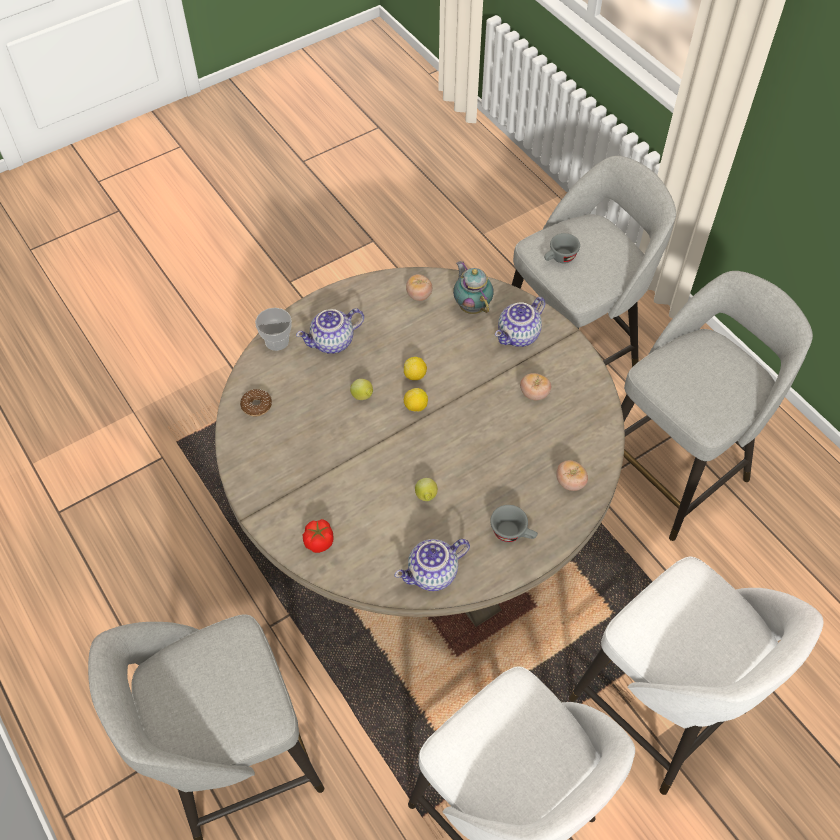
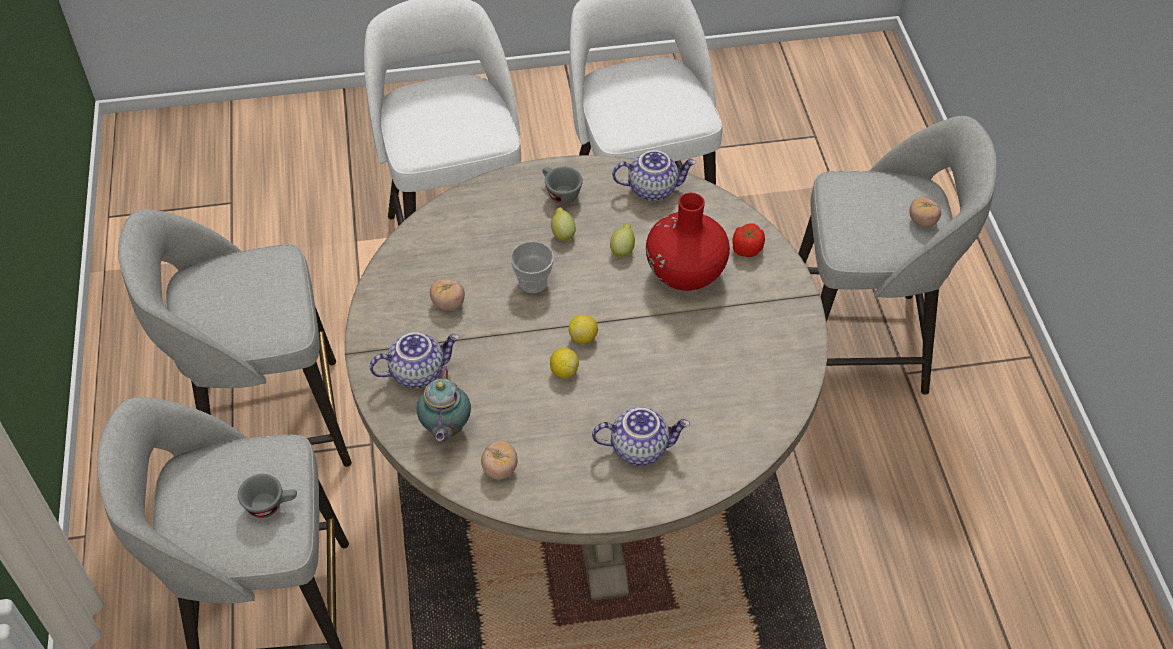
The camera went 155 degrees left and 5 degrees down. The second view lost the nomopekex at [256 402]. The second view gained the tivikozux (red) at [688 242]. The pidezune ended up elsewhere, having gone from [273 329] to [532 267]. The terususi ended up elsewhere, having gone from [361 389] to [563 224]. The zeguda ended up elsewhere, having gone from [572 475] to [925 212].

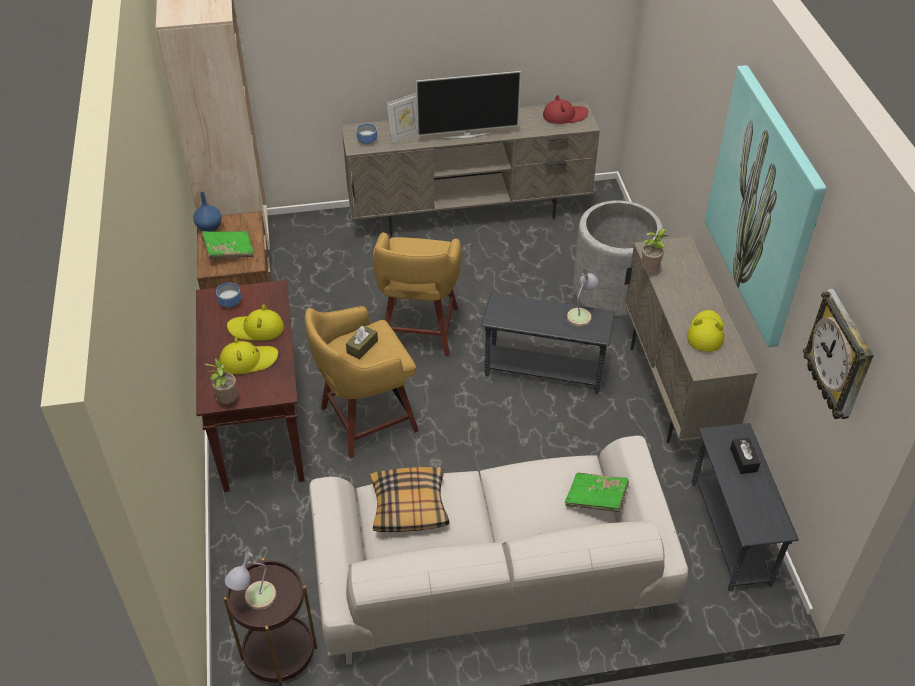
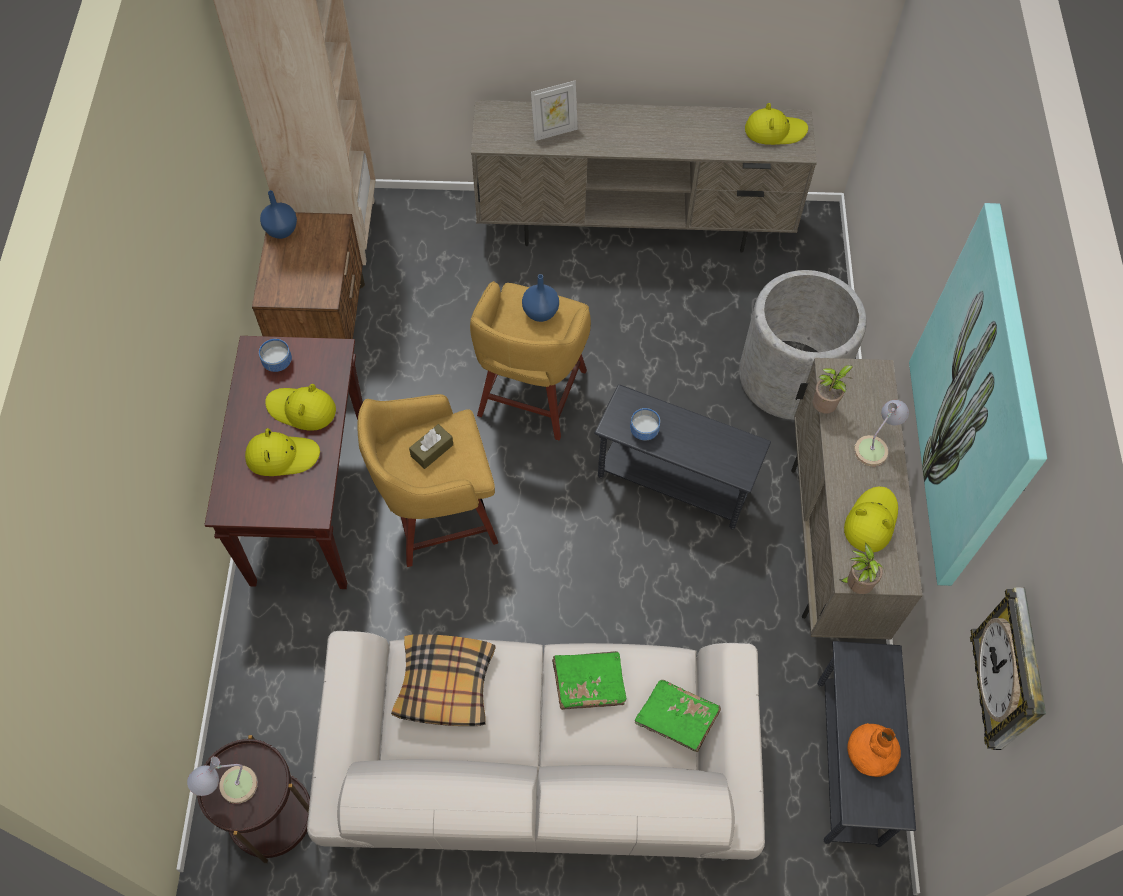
The camera went 10 degrees right and 15 degrees up. The second view lost the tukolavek at [468 105]. The second view lost the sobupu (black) at [745 456]. The second view gained the tivikozux (blue) at [540 298]. The second view gained the tivikozux (orange) at [874 750]. The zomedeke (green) ended up elsewhere, having gone from [227 245] to [589 680]. The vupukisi ended up elsewhere, having gone from [221 380] to [862 568]. The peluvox ended up elsewhere, having gone from [367 134] to [645 424]. The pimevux ended up elsewhere, having gone from [582 298] to [881 433]. What was the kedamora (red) at [565 109] turned into the kedamora (yellow) at [776 124].

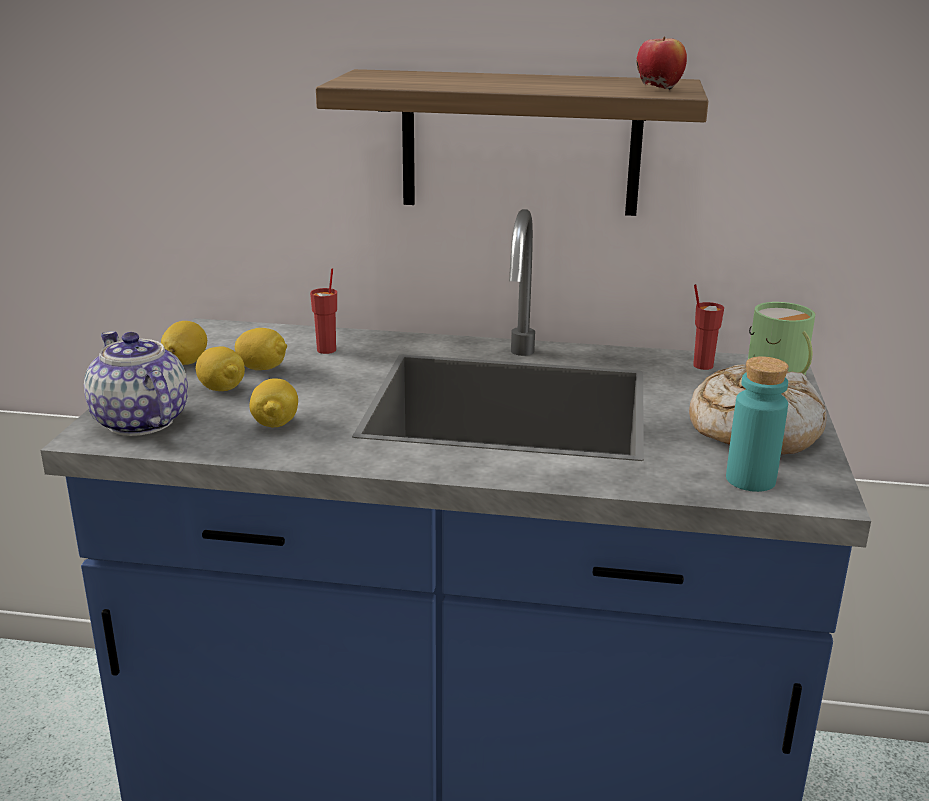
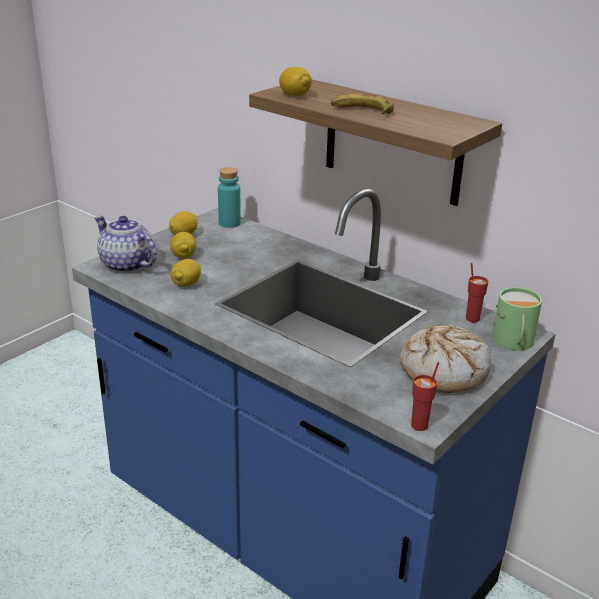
The camera went 30 degrees right and 5 degrees up. The second view lost the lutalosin at [662 63]. The second view gained the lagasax at [362 104]. The terususi ended up elsewhere, having gone from [261 349] to [295 81]. The pidezune (red) ended up elsewhere, having gone from [323 311] to [425 396]. The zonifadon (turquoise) ended up elsewhere, having gone from [757 424] to [229 197]. The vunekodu at [136 383] ended up facing another way, 45 degrees counterclockwise from before.

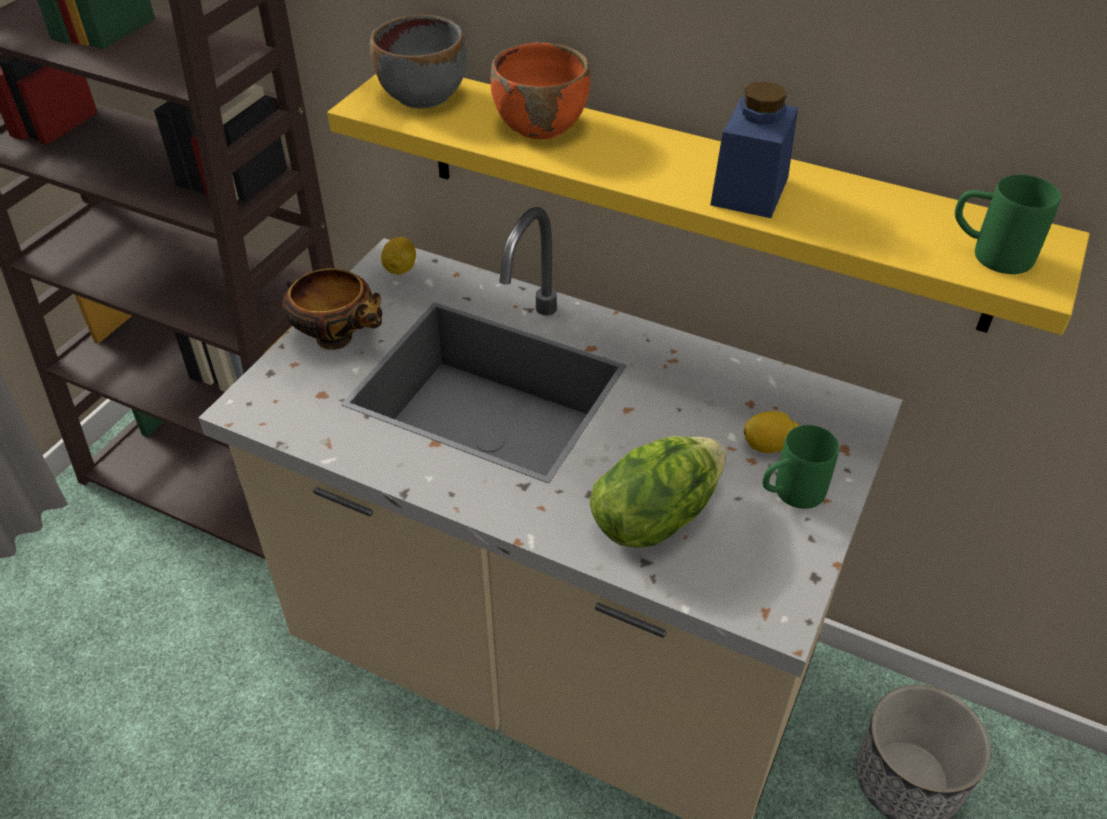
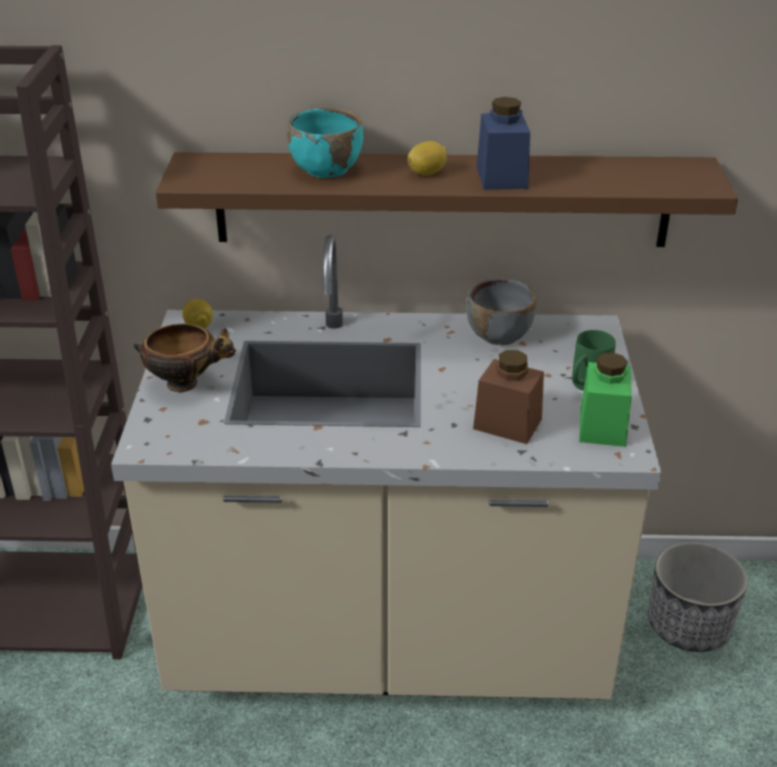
The camera went 25 degrees left and 10 degrees down. The second view lost the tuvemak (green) at [1008 224]. The second view gained the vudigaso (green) at [605 399]. The peluvox (grey) ended up elsewhere, having gone from [418 62] to [501 311]. The terususi ended up elsewhere, having gone from [771 432] to [427 158]. Where the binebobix stood at [658 492], the vudigaso (brown) came to stand at [508 397]. What was the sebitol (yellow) at [708 204] turned into the sebitol (brown) at [447 199]. What was the peluvox (orange) at [540 90] turned into the peluvox (turquoise) at [325 143].

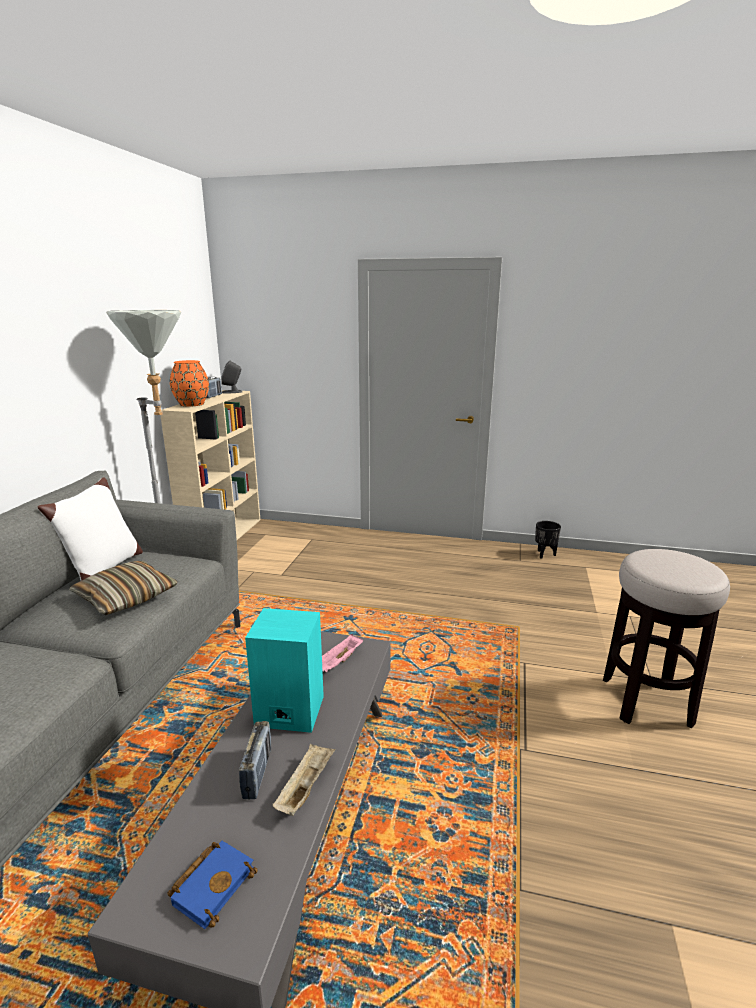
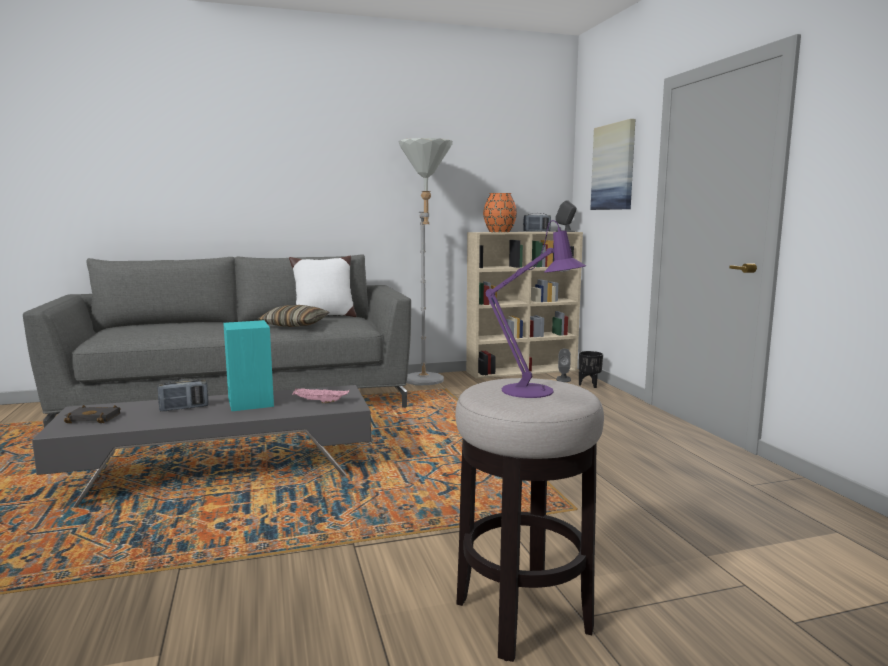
The camera went 60 degrees right and 10 degrees down. The second view lost the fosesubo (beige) at [304 780]. The second view gained the pimevux (purple) at [536 309]. The second view gained the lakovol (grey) at [563 365]. The second view gained the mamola at [613 164]. The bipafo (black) ended up elsewhere, having gone from [548 540] to [591 369]. What was the zomedeke (blue) at [213 885] turned into the zomedeke (black) at [92 414].

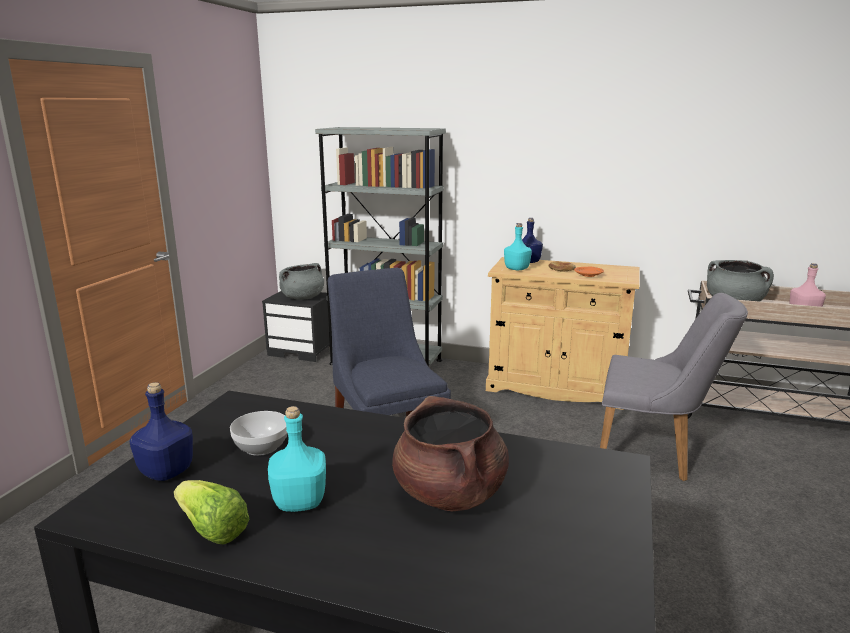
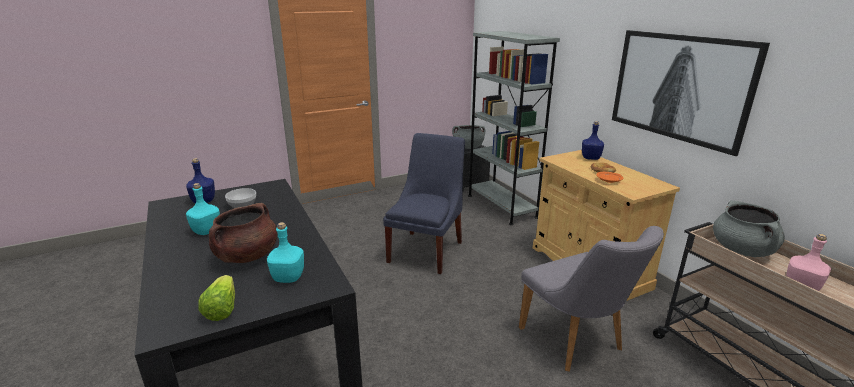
The camera went 45 degrees right and 5 degrees up. The second view gained the mamola at [691 93]. The binebobix ended up elsewhere, having gone from [211 512] to [216 298]. The zonifadon (turquoise) ended up elsewhere, having gone from [518 246] to [285 252].

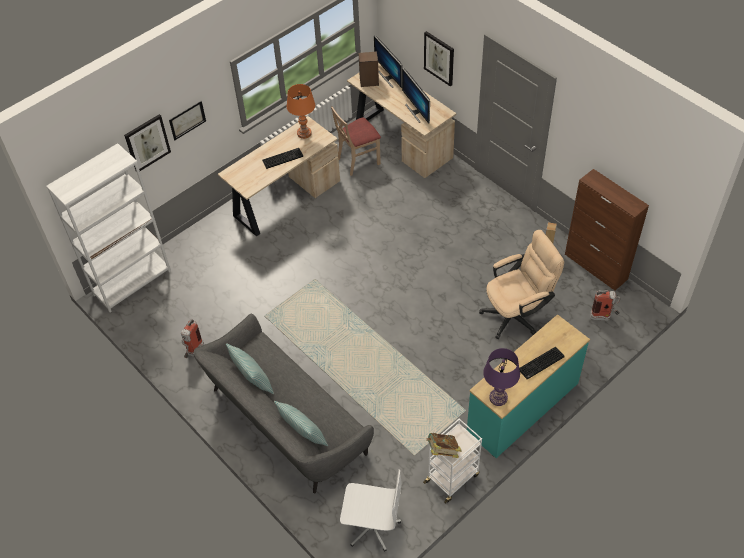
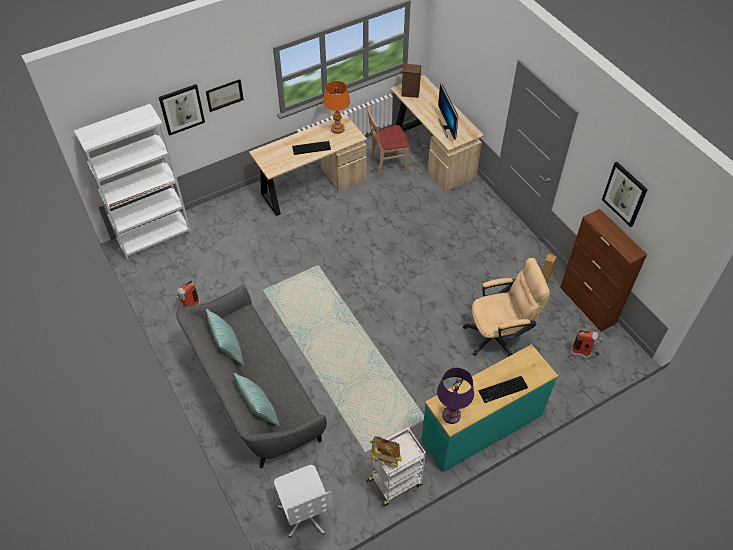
The camera went 10 degrees right and 0 degrees up. The second view lost the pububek at [388 61]. The mamola ended up elsewhere, having gone from [439 59] to [625 194]. The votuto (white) at [371 510] ended up facing another way, 45 degrees clockwise from before.

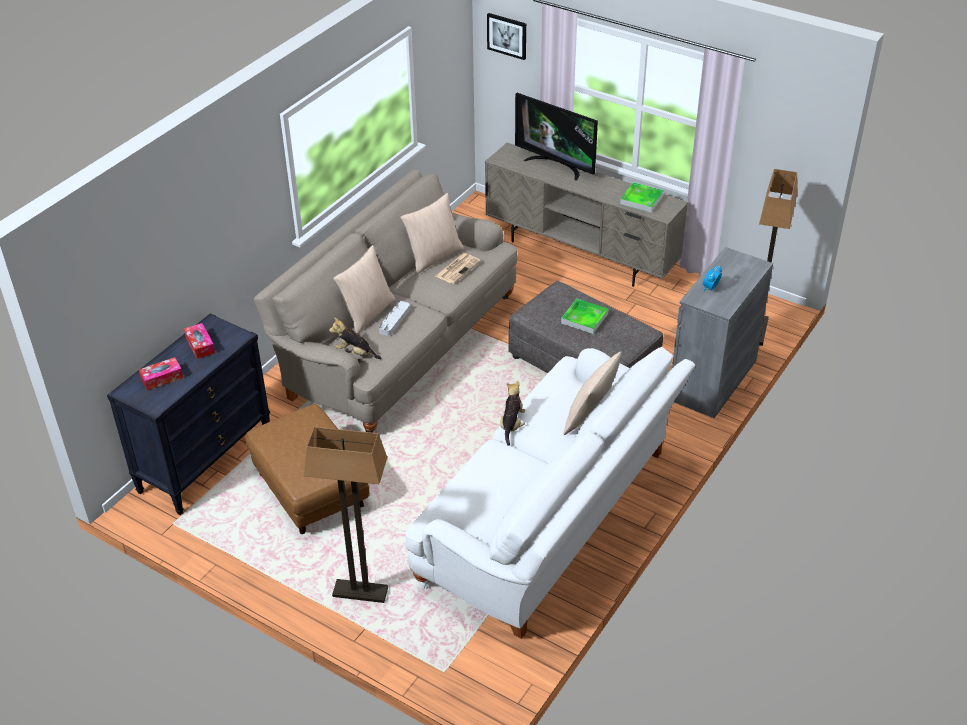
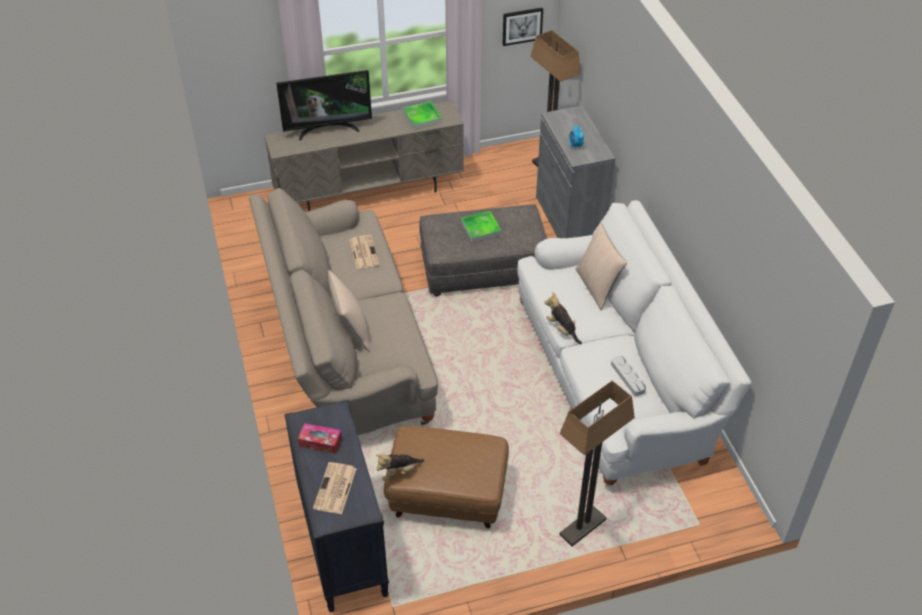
The camera went 50 degrees left and 5 degrees up. The second view lost the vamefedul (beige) at [432 233]. The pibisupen ended up elsewhere, having gone from [355 338] to [400 467]. The fosesubo (grey) ended up elsewhere, having gone from [394 318] to [628 375]. The mamola ended up elsewhere, having gone from [506 36] to [522 27]. Where the sobupu stood at [161 374], the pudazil came to stand at [334 488].

